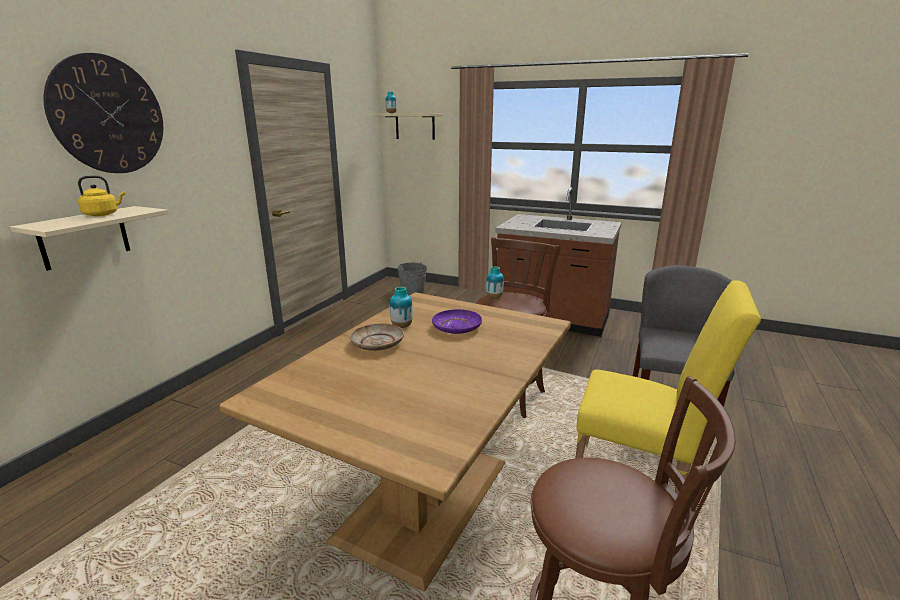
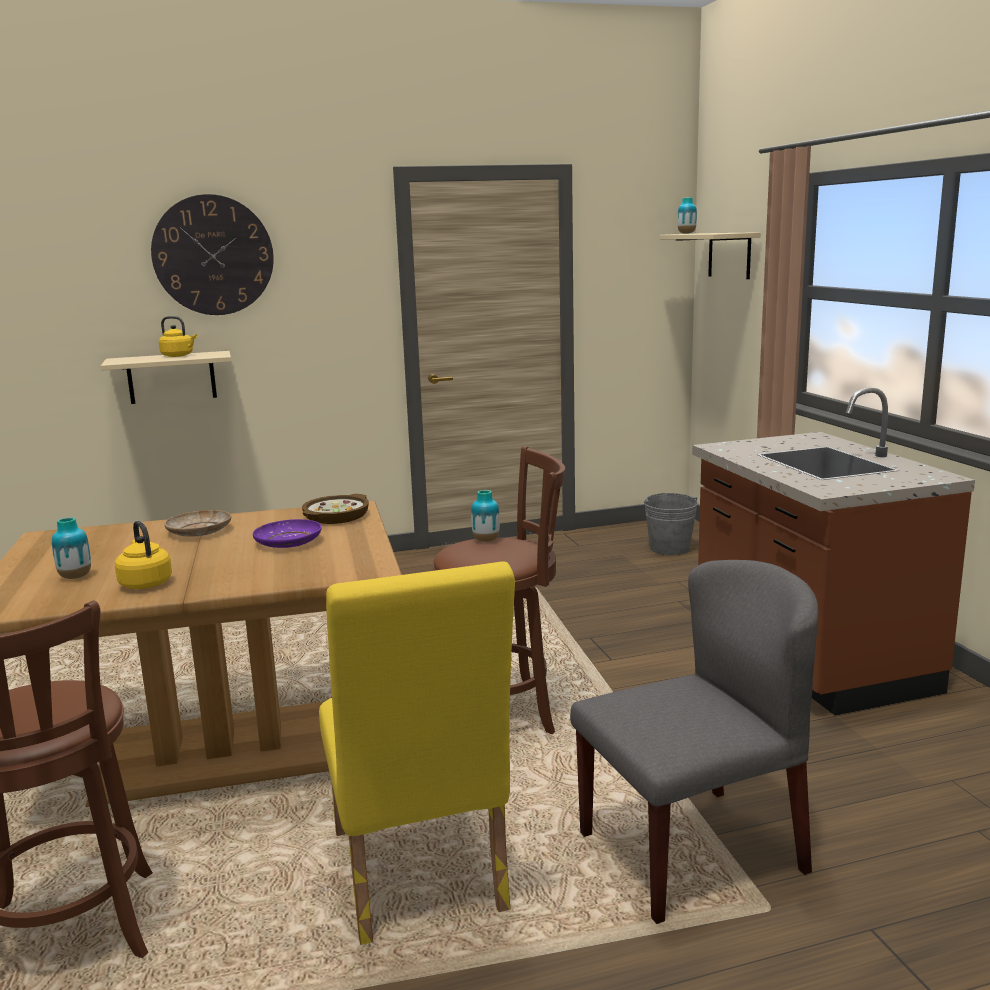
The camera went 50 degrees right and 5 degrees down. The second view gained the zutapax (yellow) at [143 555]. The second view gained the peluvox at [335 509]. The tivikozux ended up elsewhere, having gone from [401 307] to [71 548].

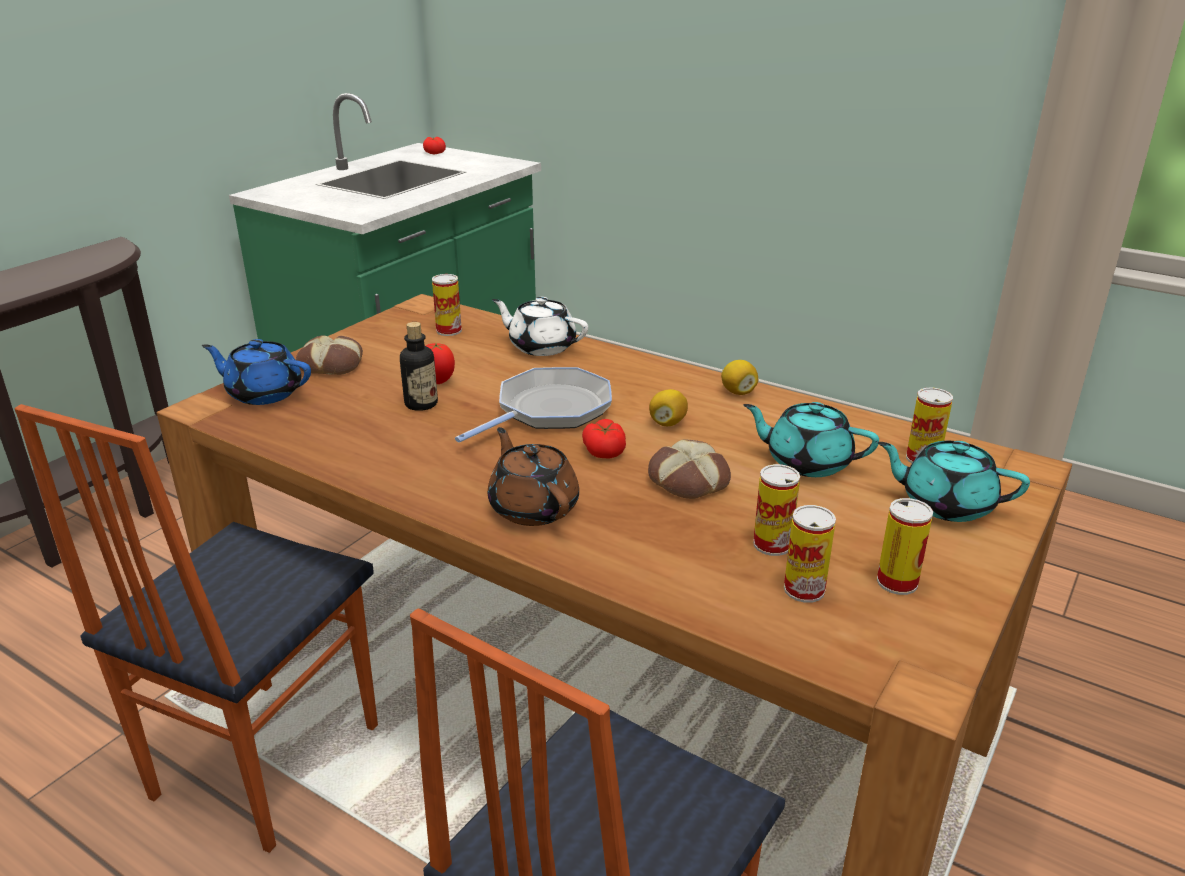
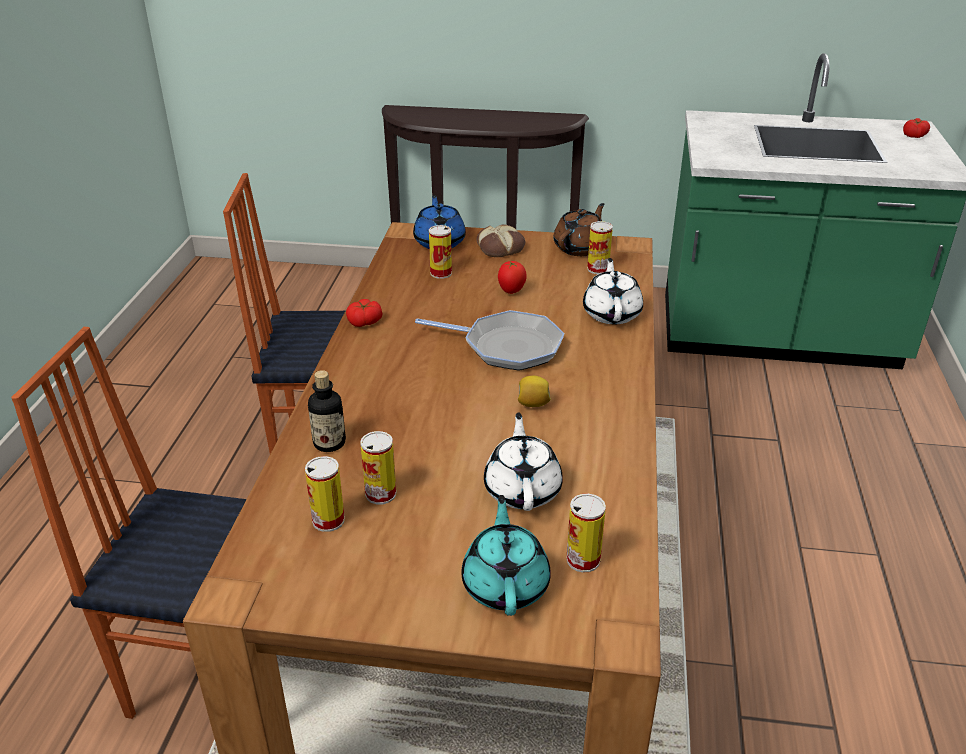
The camera went 65 degrees right and 5 degrees up. The second view lost the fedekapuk at [689 469]. The second view lost the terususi at [739 377]. The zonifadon ended up elsewhere, having gone from [419 366] to [327 411]. The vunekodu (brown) ended up elsewhere, having gone from [533 476] to [578 229]. The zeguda ended up elsewhere, having gone from [604 439] to [364 313]. The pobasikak ended up elsewhere, having gone from [905 546] to [440 252]. What was the vunekodu (turquoise) at [811 439] turned into the vunekodu (white) at [523 461].

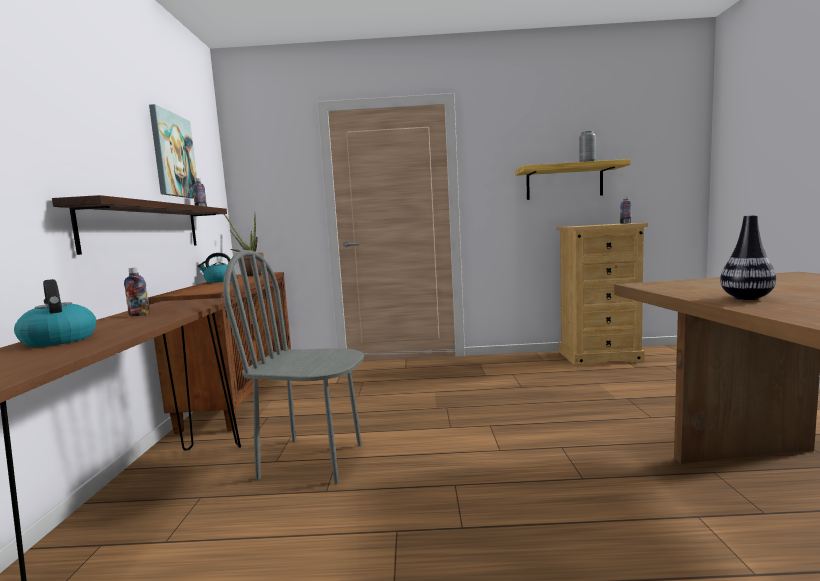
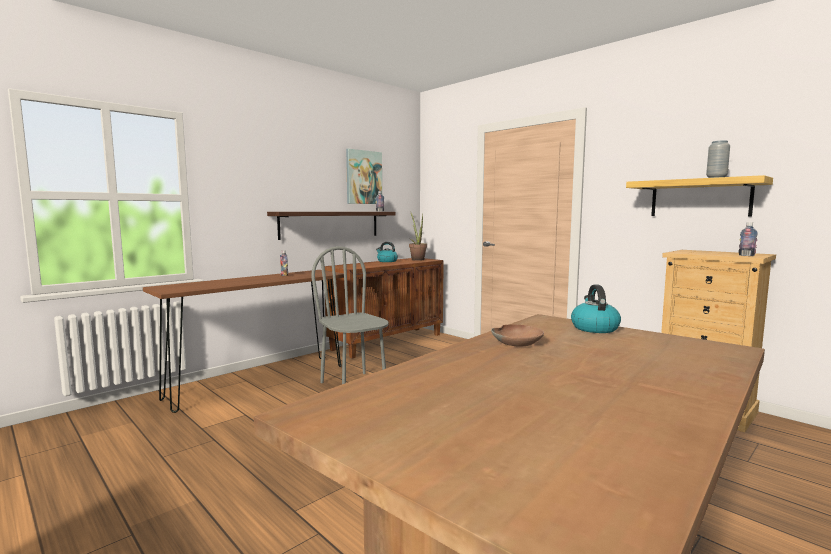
The camera went 45 degrees right and 0 degrees up. The zutapax ended up elsewhere, having gone from [55 313] to [596 309]. Where the tivikozux stood at [748 257], the peluvox (brown) came to stand at [517 335].

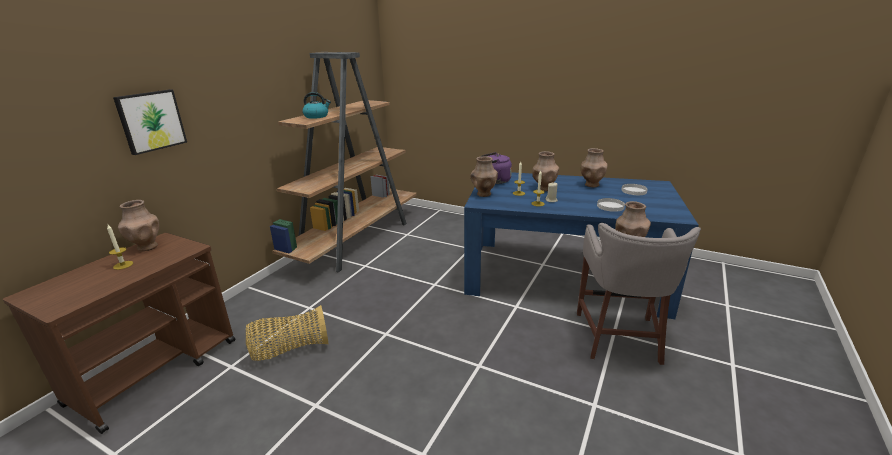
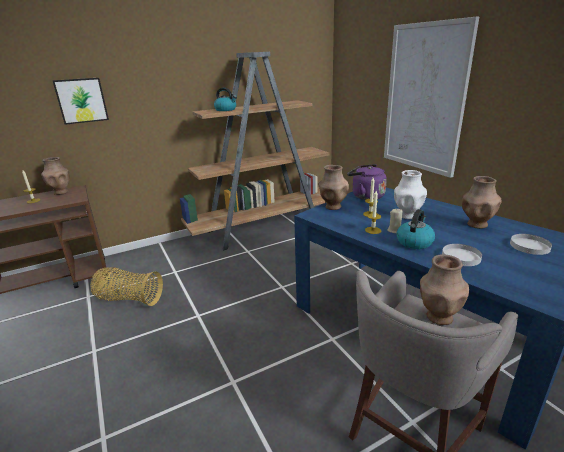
The camera went 35 degrees right and 0 degrees up. The second view gained the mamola at [431 97]. The second view gained the zutapax at [416 229]. What was the tivikozux (brown) at [546 171] turned into the tivikozux (white) at [410 194].

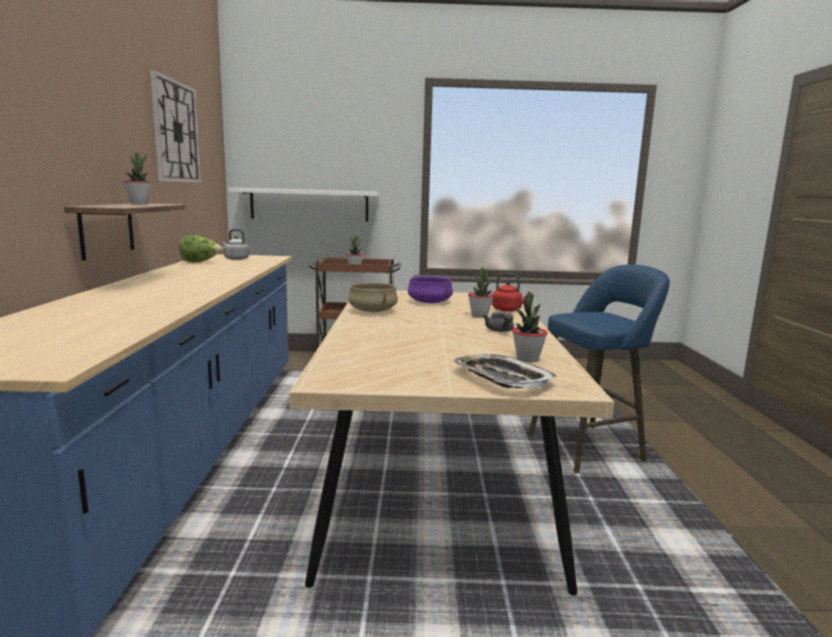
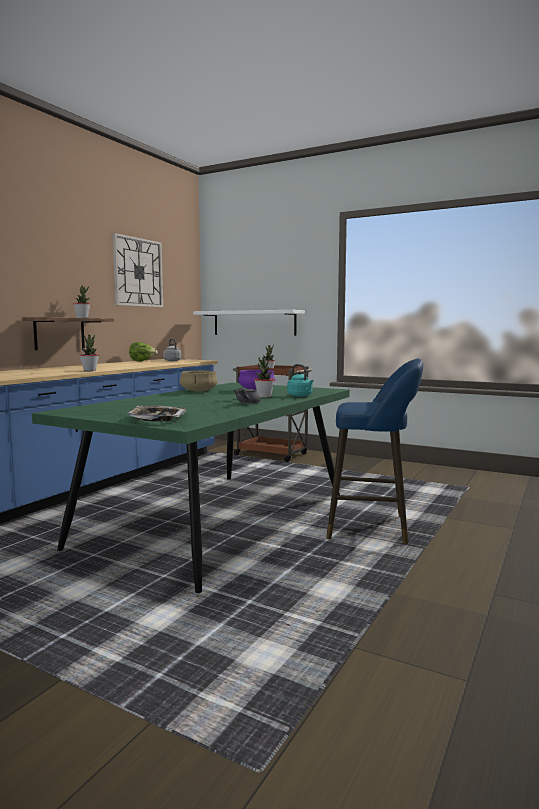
The camera went 30 degrees right and 5 degrees down. The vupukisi ended up elsewhere, having gone from [529 327] to [89 353]. What was the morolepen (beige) at [451 443] turned into the morolepen (green) at [191 488]. What was the zutapax (red) at [511 292] turned into the zutapax (turquoise) at [300 380].

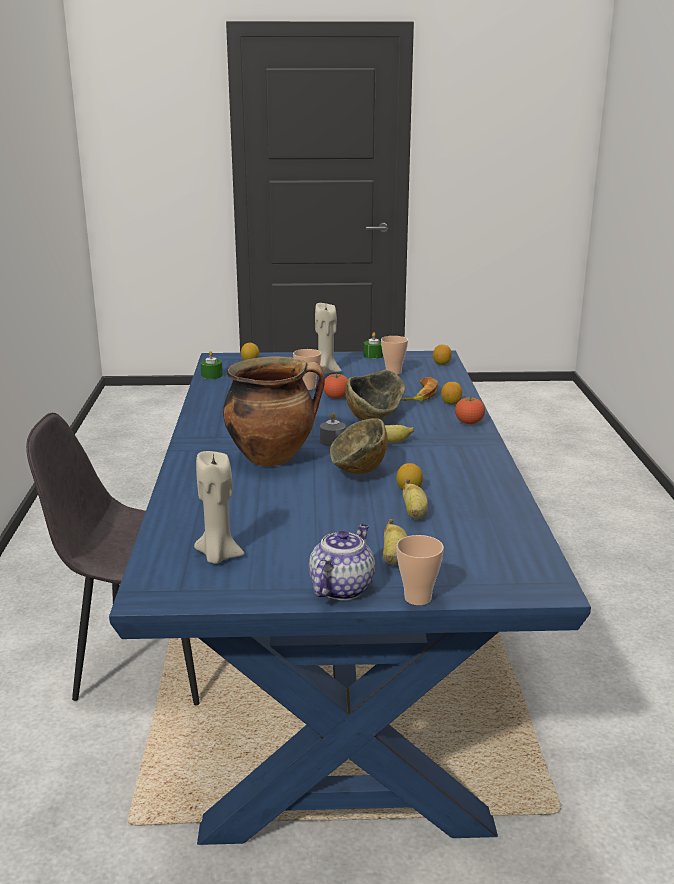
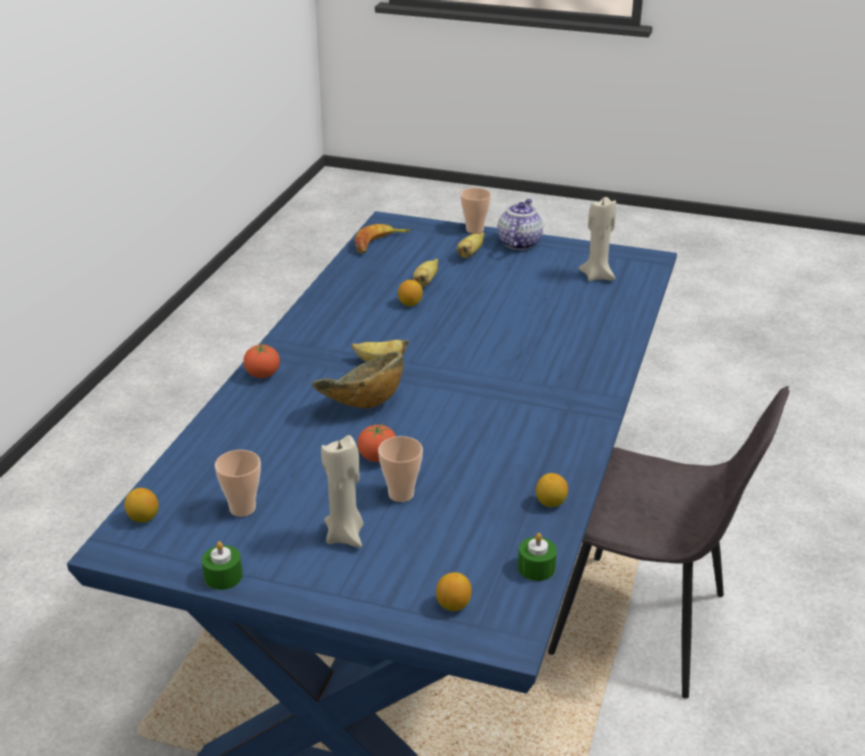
The camera went 160 degrees left and 10 degrees up. The second view lost the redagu at [274 411]. The second view lost the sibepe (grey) at [333 430]. The second view lost the peluvox at [359 446]. The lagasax ended up elsewhere, having gone from [419 389] to [383 238]. The terususi ended up elsewhere, having gone from [451 393] to [552 490]. The vunekodu at [342 562] ended up facing another way, 150 degrees clockwise from before.

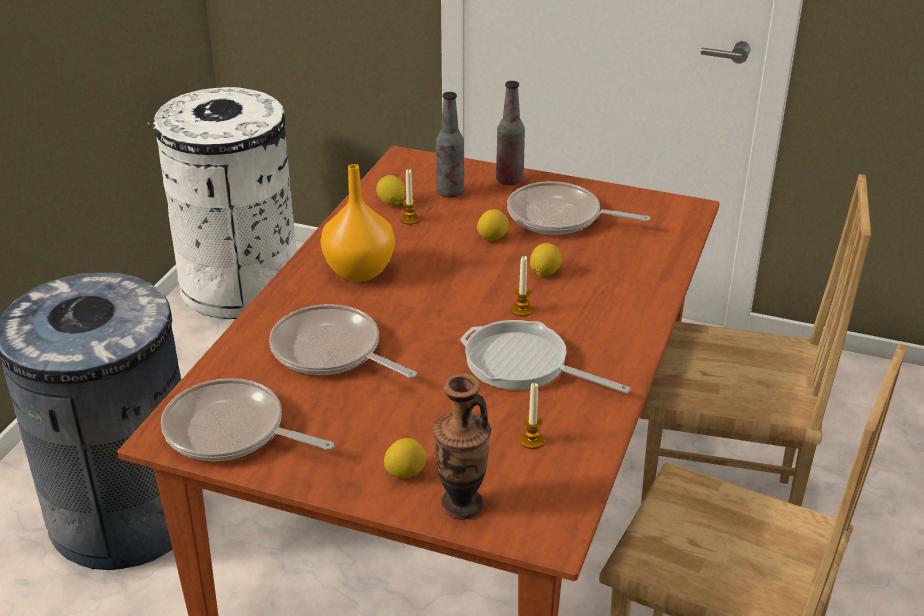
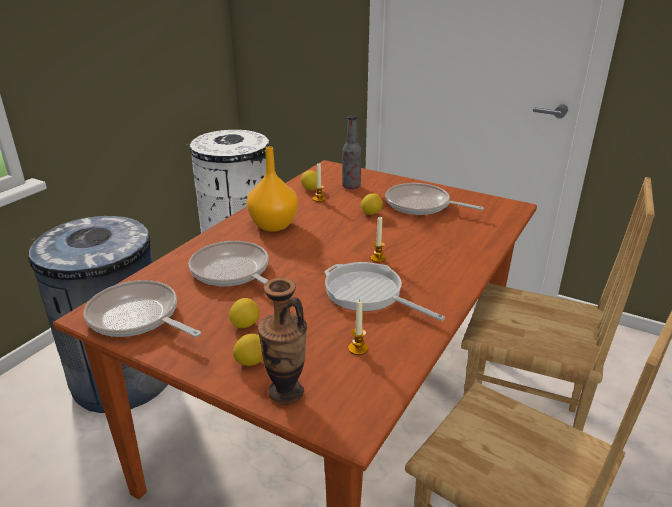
The camera went 10 degrees right and 5 degrees down. The second view lost the zonifadon at [510 133]. The terususi ended up elsewhere, having gone from [546 259] to [244 313].

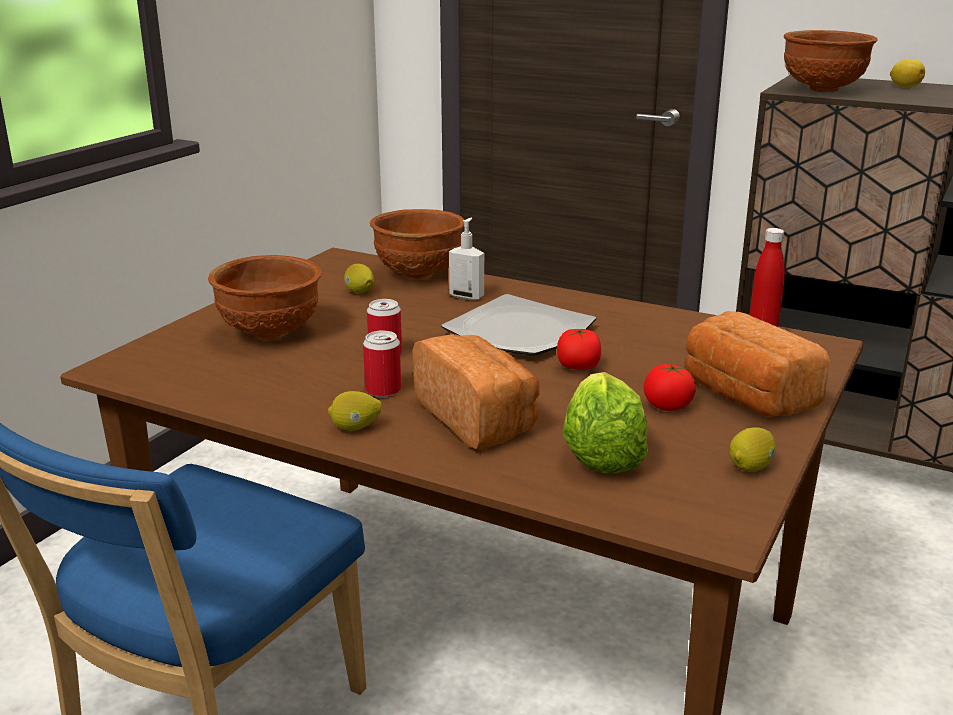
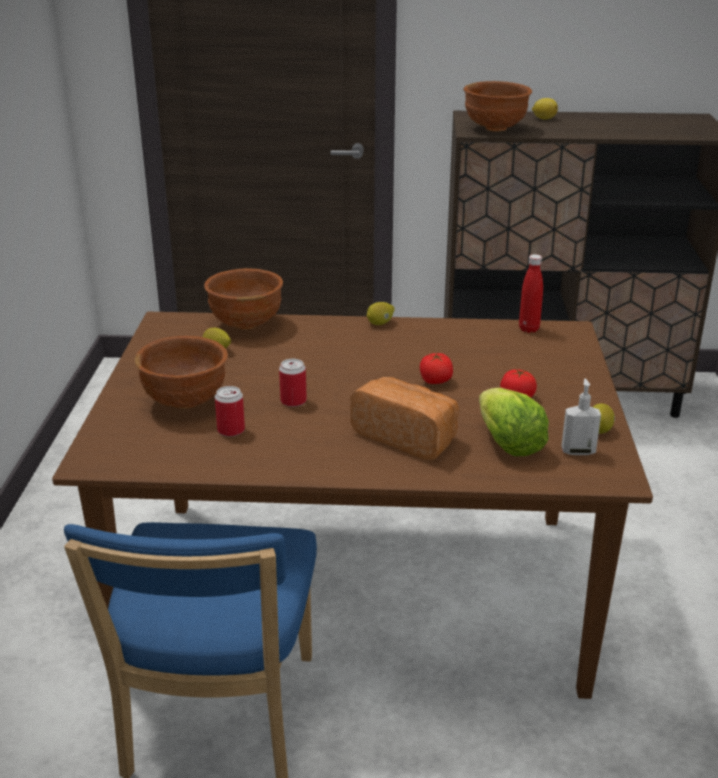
The camera went 25 degrees left and 5 degrees up. The second view lost the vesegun at [518 325]. The second view lost the fedekapuk at [757 364]. The terususi ended up elsewhere, having gone from [354 411] to [381 313]. The pobasikak ended up elsewhere, having gone from [382 363] to [230 411]. The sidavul ended up elsewhere, having gone from [466 259] to [581 417].

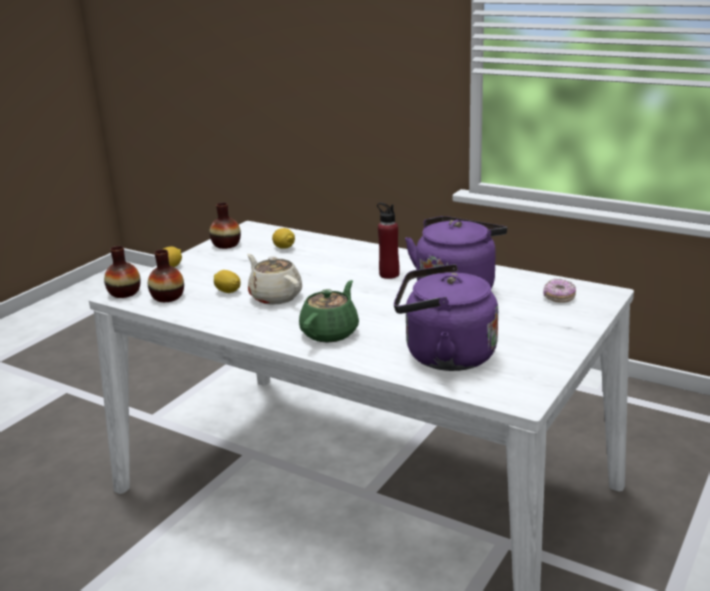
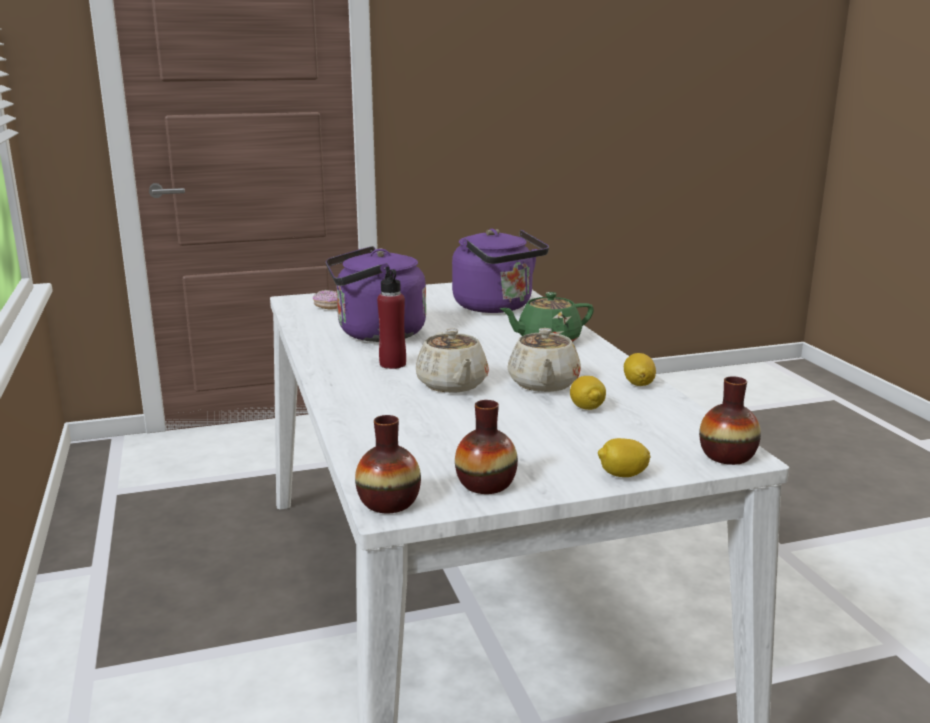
The camera went 140 degrees left and 5 degrees down. The second view gained the vunekodu (beige) at [452 360]. The tivikozux ended up elsewhere, having gone from [166 275] to [388 464]. The terususi ended up elsewhere, having gone from [283 238] to [640 369].

